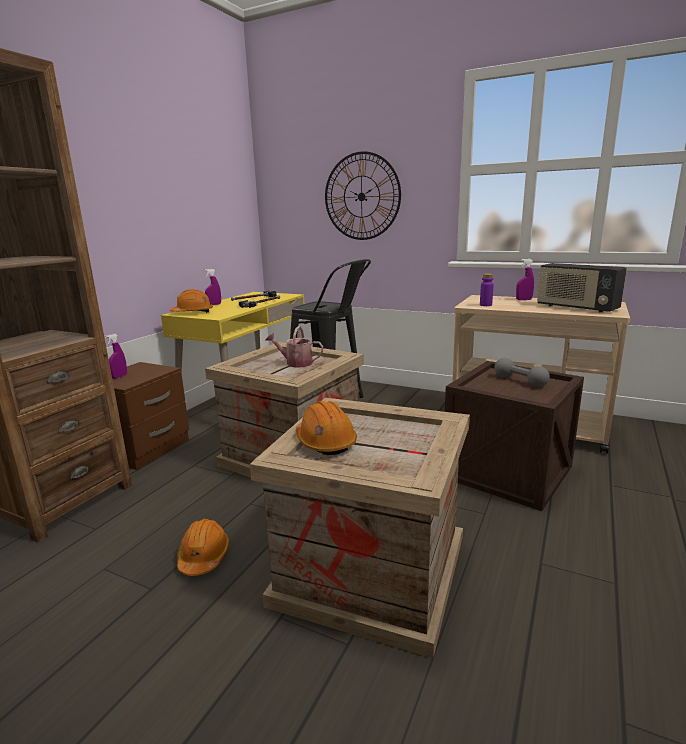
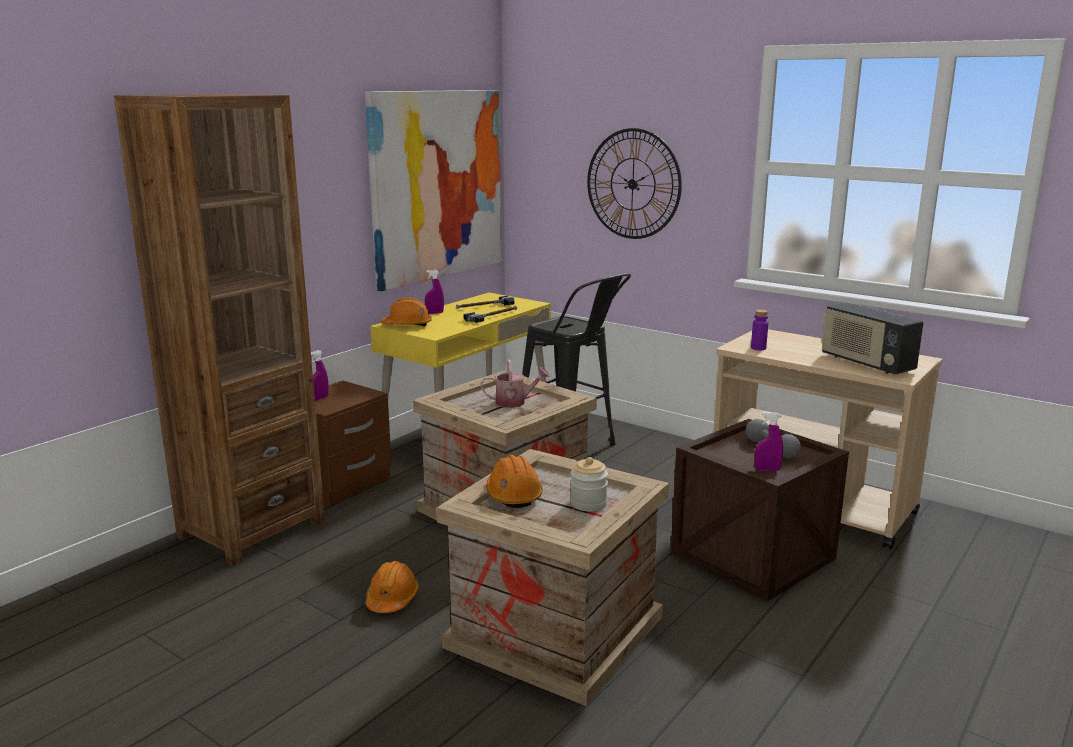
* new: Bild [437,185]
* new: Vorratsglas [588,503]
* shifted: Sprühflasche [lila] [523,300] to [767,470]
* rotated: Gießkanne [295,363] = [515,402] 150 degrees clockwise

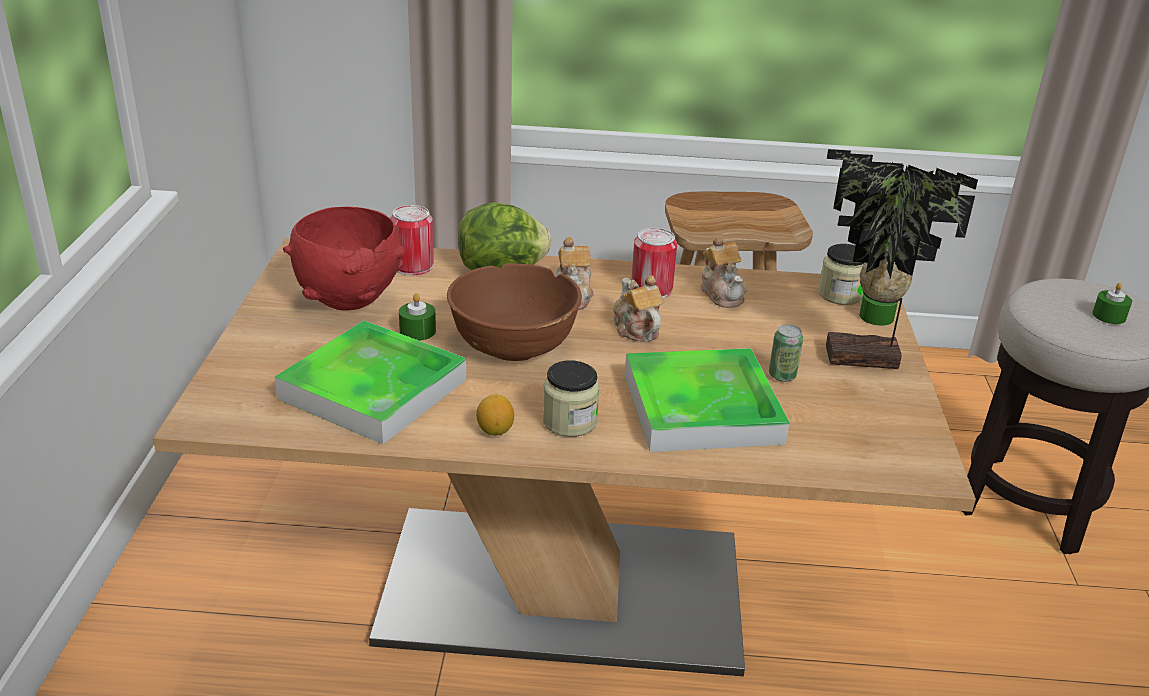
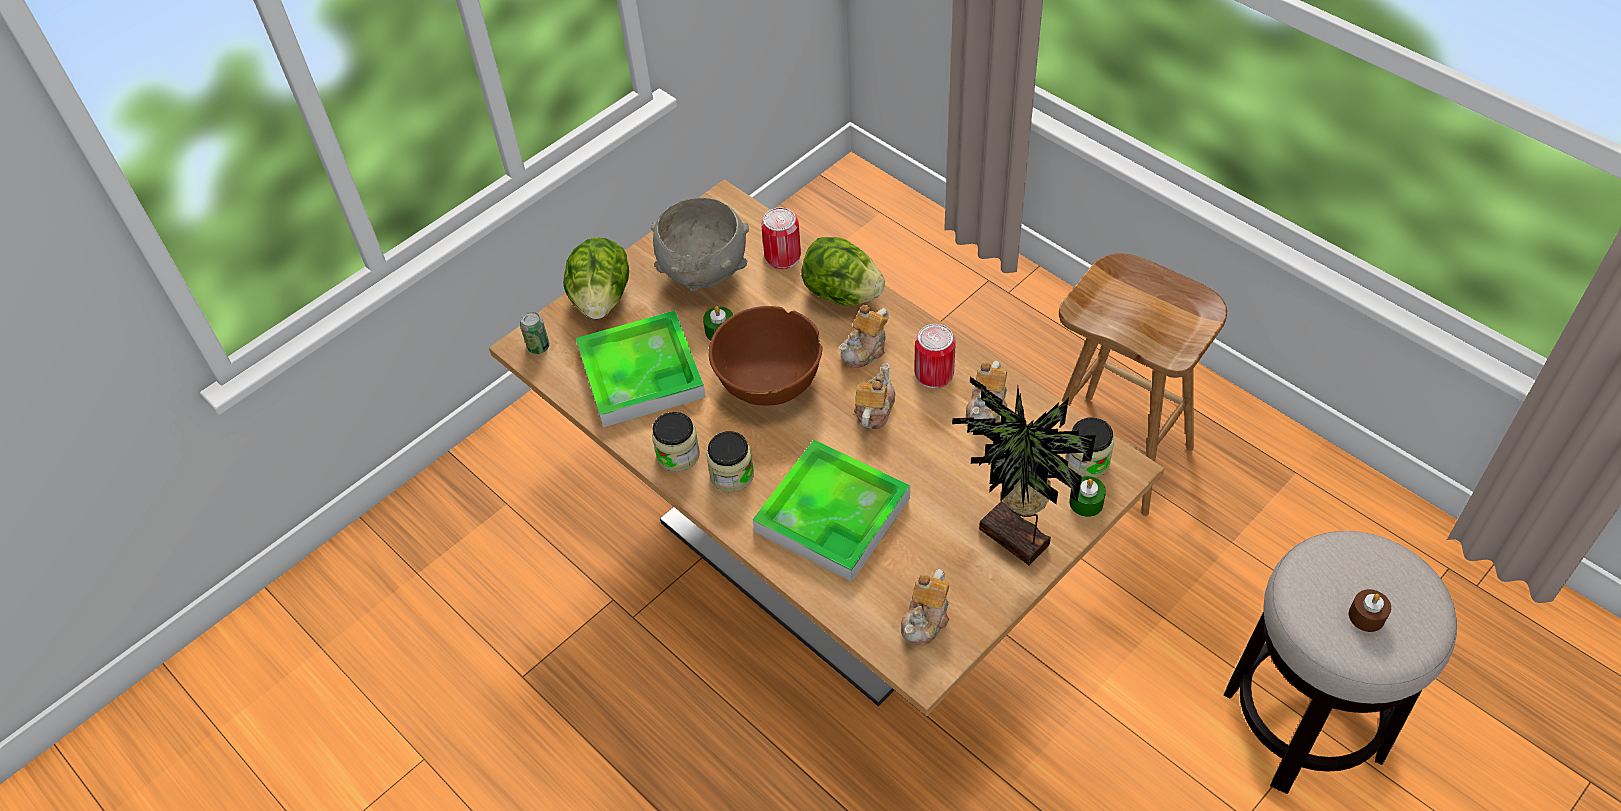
* new: Salatkopf [601,300]
* new: Teekanne [926,619]
* shifted: Dose [782,376] to [538,347]
* swapped: Zitrone [495,430] to Vorratsglas [678,455]
* repainted: Schüssel [rot] [350,301] to Schüssel [grau] [704,275]
* repainted: Kerze [grün] [1109,316] to Kerze [braun] [1366,616]

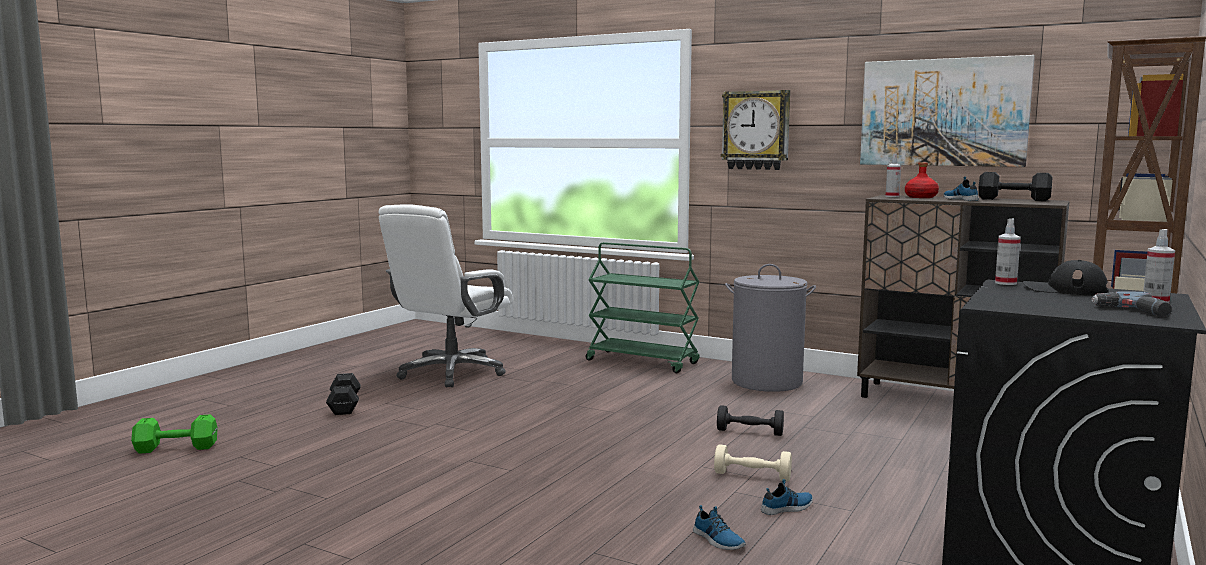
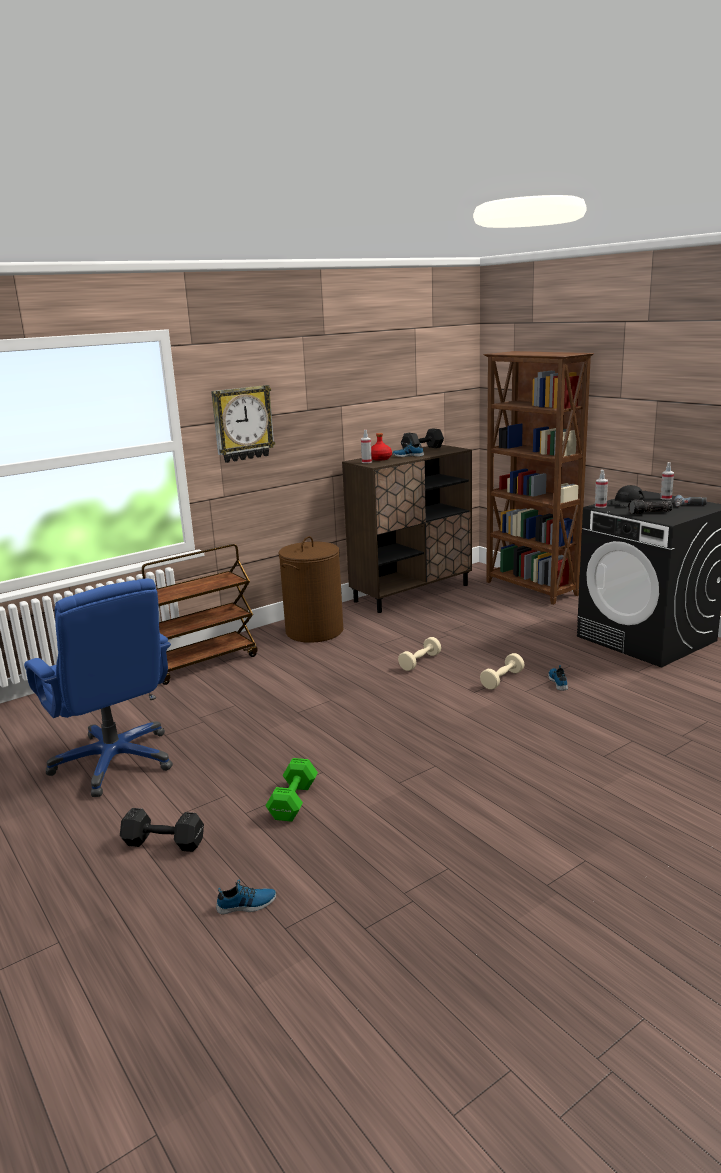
* gone: Bild [943,112]
* new: Taschenlampe [649,513]
* shifted: Hantel [grün] [174,448] to [292,802]
* shifted: Schuh [717,540] to [246,905]
* repainted: Bürostuhl [weiß] [451,373] to Bürostuhl [blau] [115,761]
* repainted: Rollwagen [grün] [643,362] to Rollwagen [braun] [203,662]
* repainted: Hantel [schwarz] [750,432] to Hantel [beige] [420,662]
* repainted: Wäschekorb [grau] [767,381] to Wäschekorb [braun] [314,631]

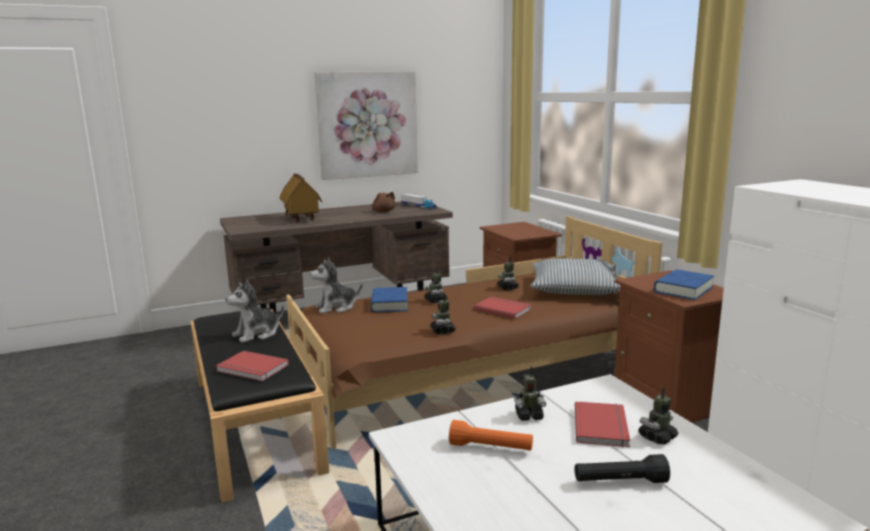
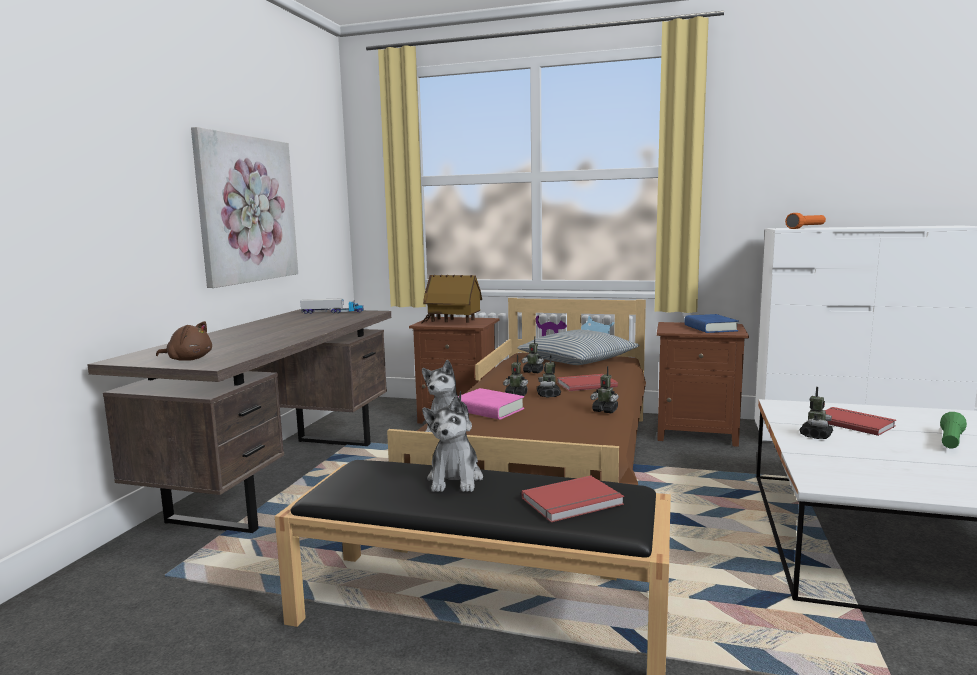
* shifted: Spielzeughaus [301,219] to [453,322]
* shifted: Plüschtier [braun] [383,211] to [188,359]
* shifted: Taschenlampe [orange] [491,448] to [806,228]
* shifted: Spielzeugroboter [657,437] to [548,395]
* repainted: Buch [blau] [389,304] to Buch [rosa] [488,410]
* repainted: Taschenlampe [schwarz] [620,482] to Taschenlampe [grün] [950,442]

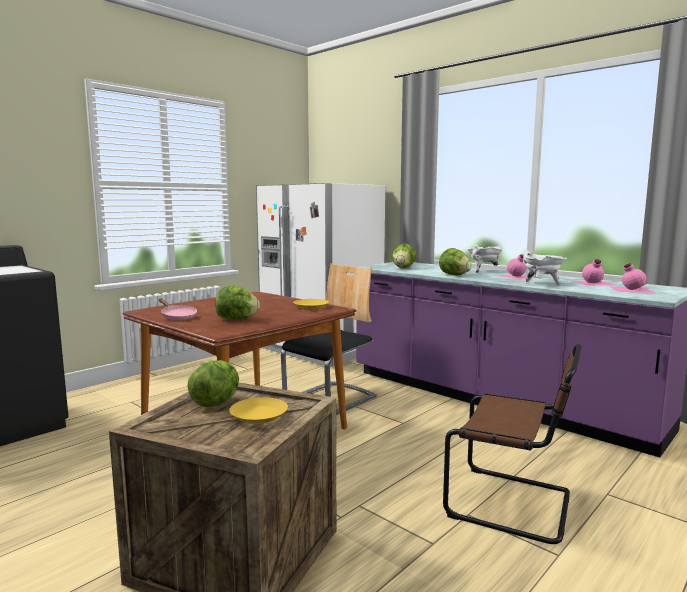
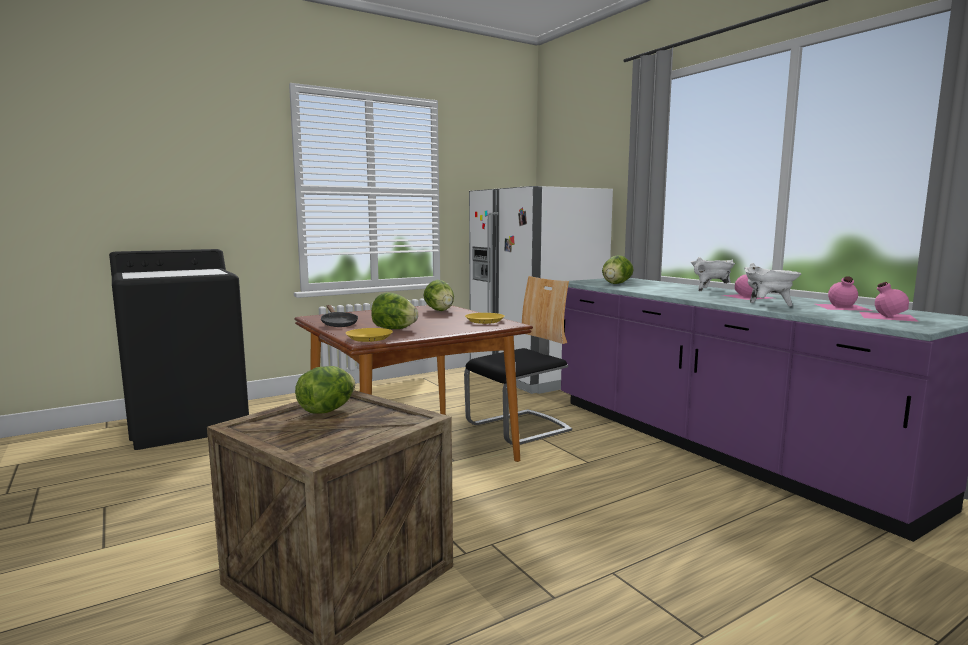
* gone: Stuhl [braun] [514,505]
* shifted: Teller [gelb] [258,415] to [369,338]
* shifted: Salatkopf [454,275] to [440,310]
* repainted: Pfanne [rosa] [177,317] to Pfanne [schwarz] [338,324]

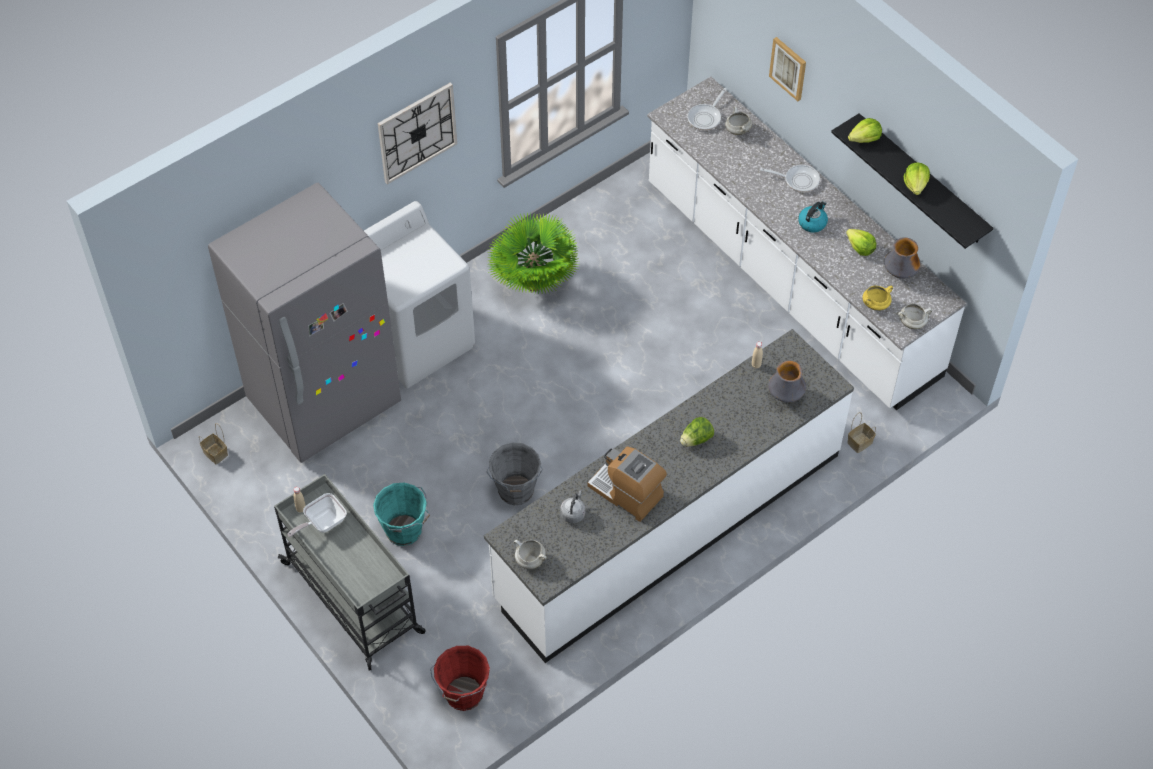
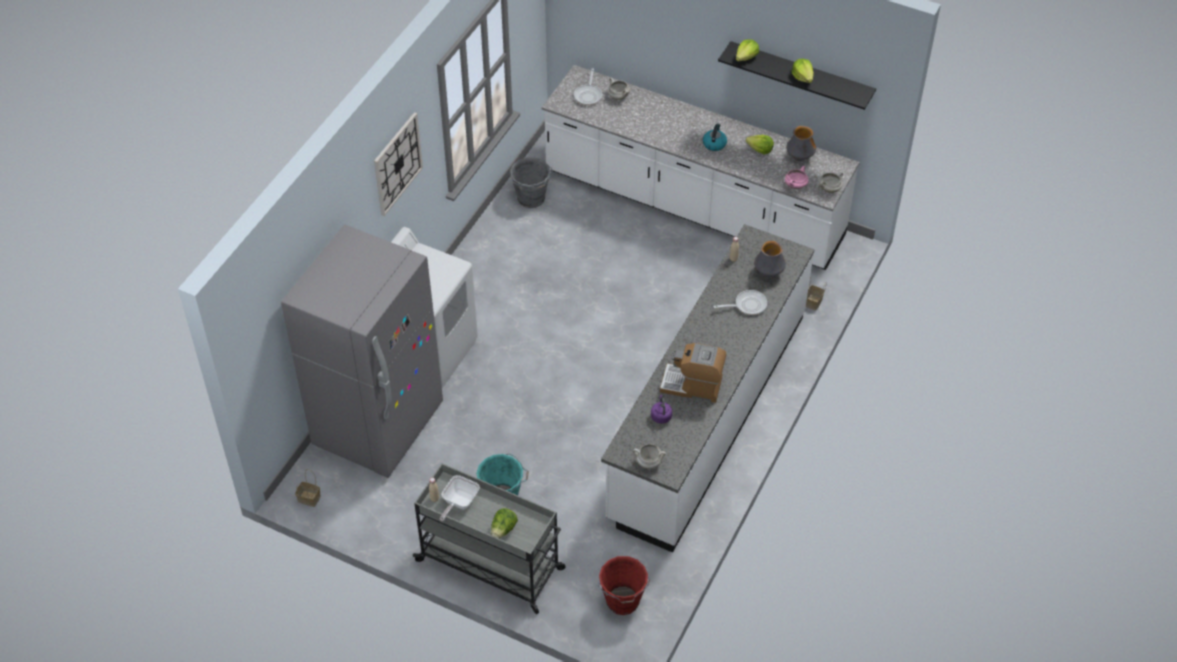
* gone: Topfpflanze [534,281]
* gone: Bild [788,68]
* shifted: Eimer [grau] [516,492] to [531,199]
* shifted: Salatkopf [696,439] to [503,530]
* shifted: Pfanne [798,180] to [747,305]
* repainted: Wasserkessel [grau] [573,513] to Wasserkessel [lila] [661,416]
* repainted: Kochtopf [gelb] [875,304] to Kochtopf [rosa] [795,185]

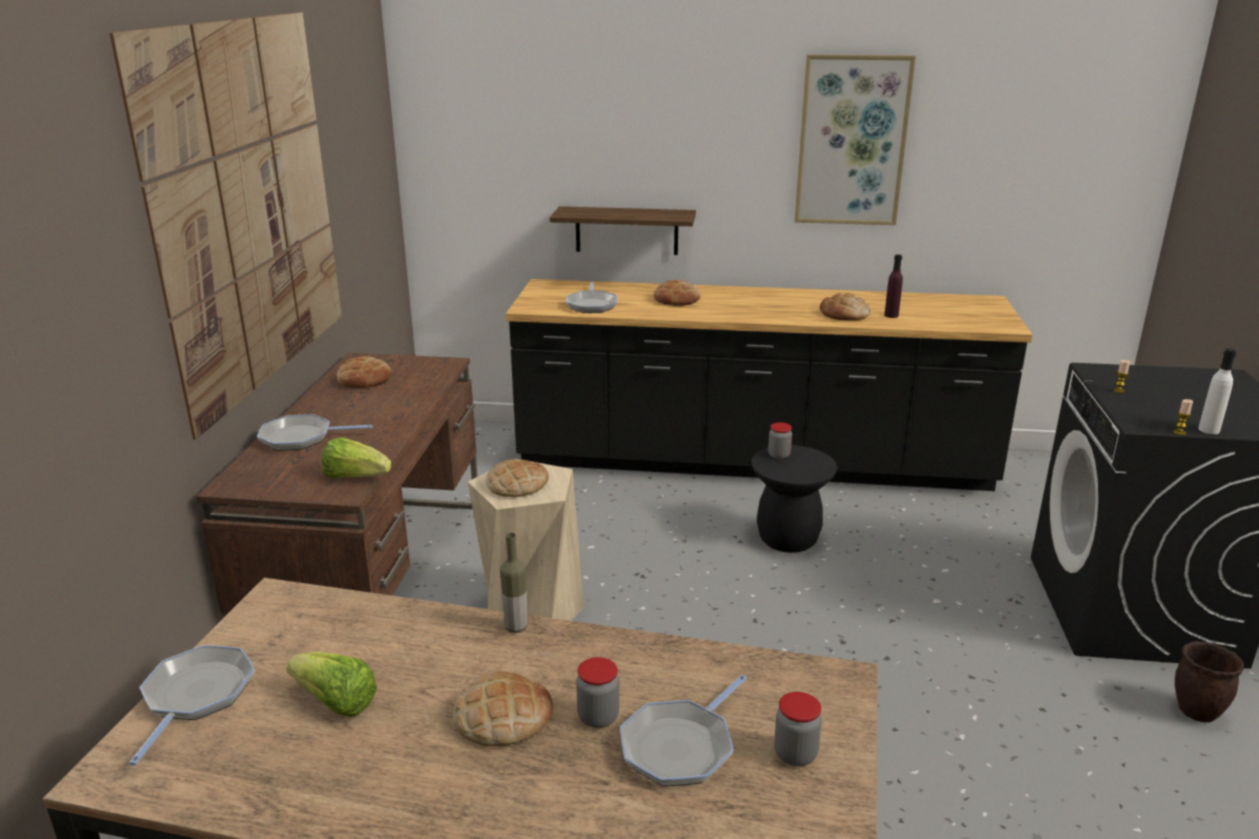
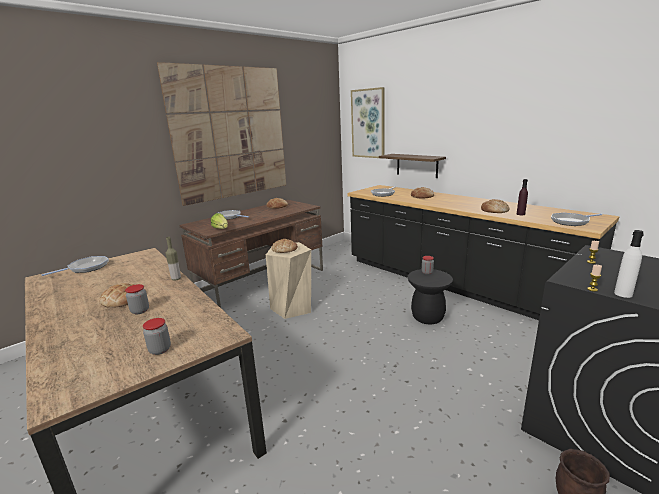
* gone: Salatkopf [335,702]
* shifted: Pfanne [680,746] to [571,221]
* shifted: Bild [852,141] to [368,124]

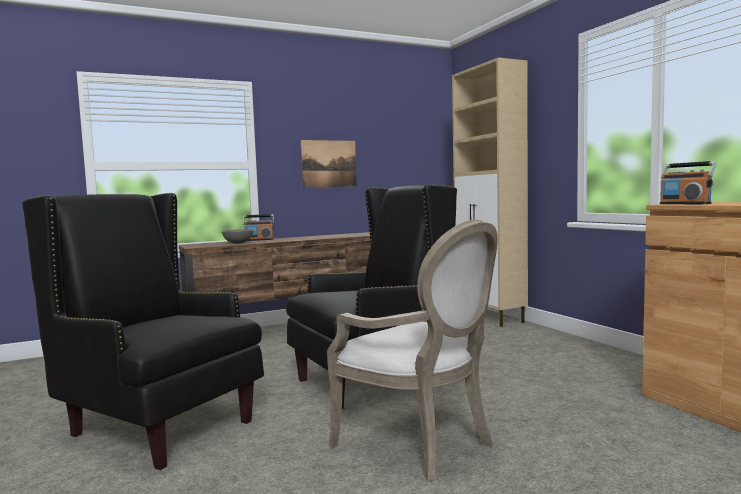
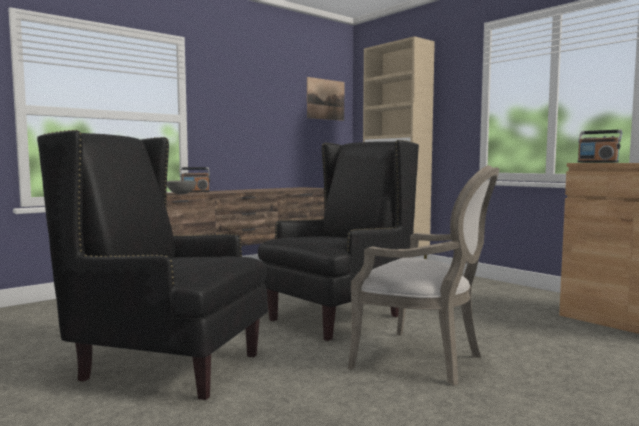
* shifted: Bild [329,163] to [325,99]

